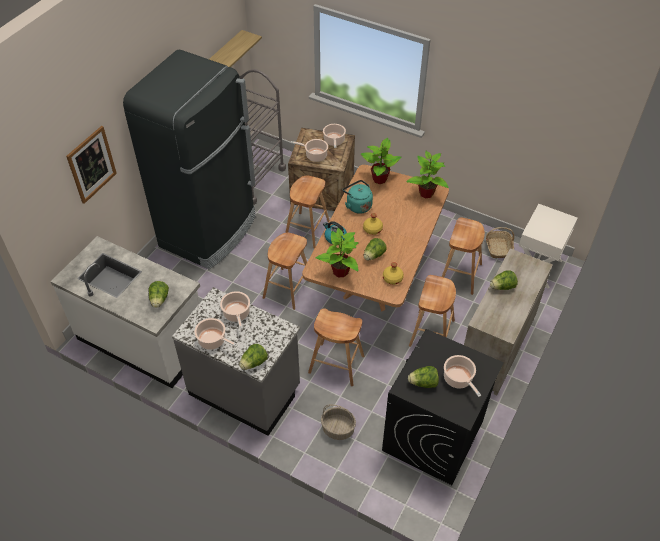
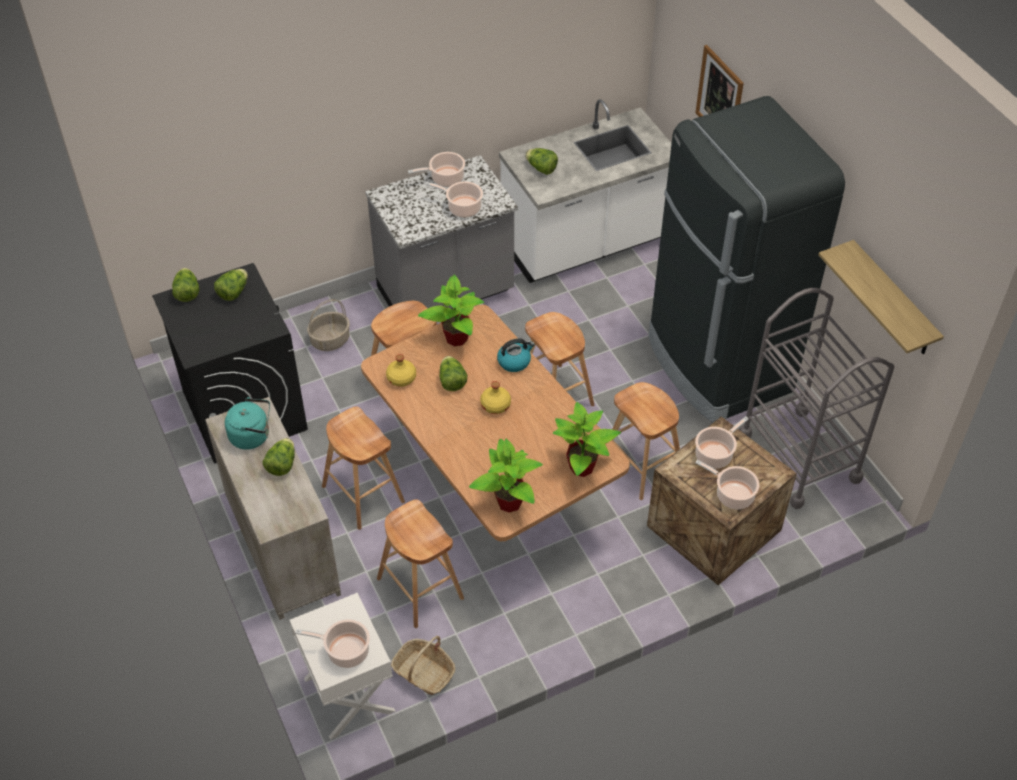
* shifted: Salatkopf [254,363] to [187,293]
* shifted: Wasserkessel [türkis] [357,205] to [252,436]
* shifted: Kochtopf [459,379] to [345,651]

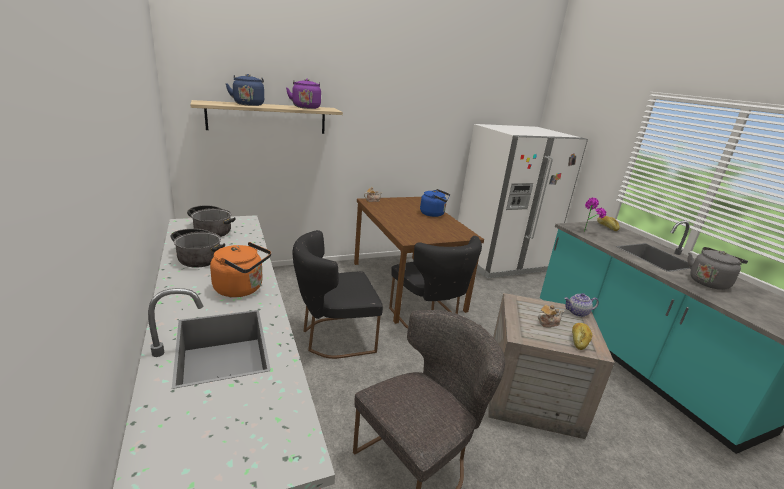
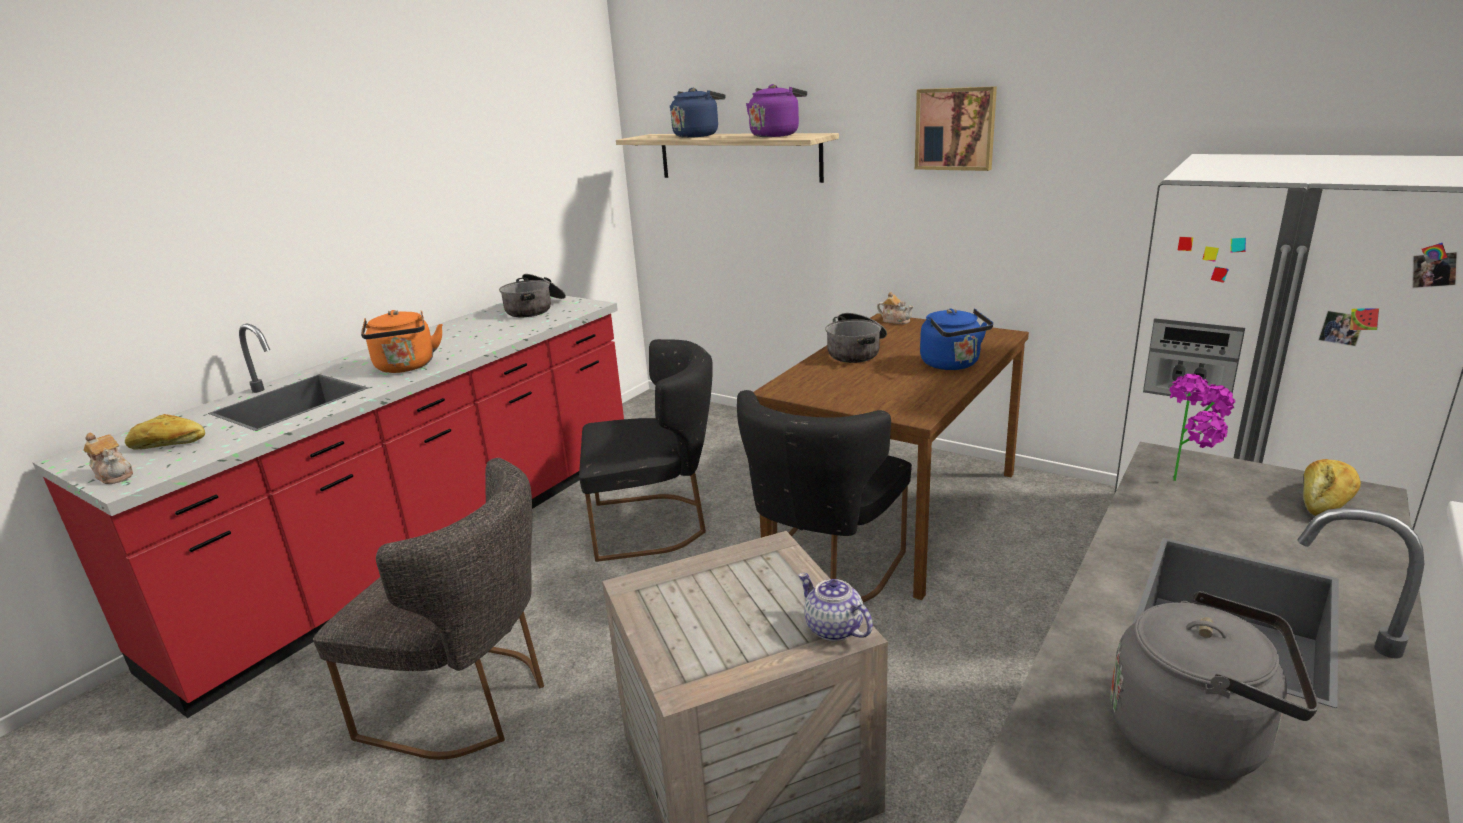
* new: Bild [955,129]
* shifted: Kochtopf [198,256] to [856,351]
* shifted: Teekanne [548,323] to [115,475]
* shifted: Brot [579,340] to [168,445]
* rotated: Stuhl [schwarz] [334,337] = [655,524] 135 degrees clockwise

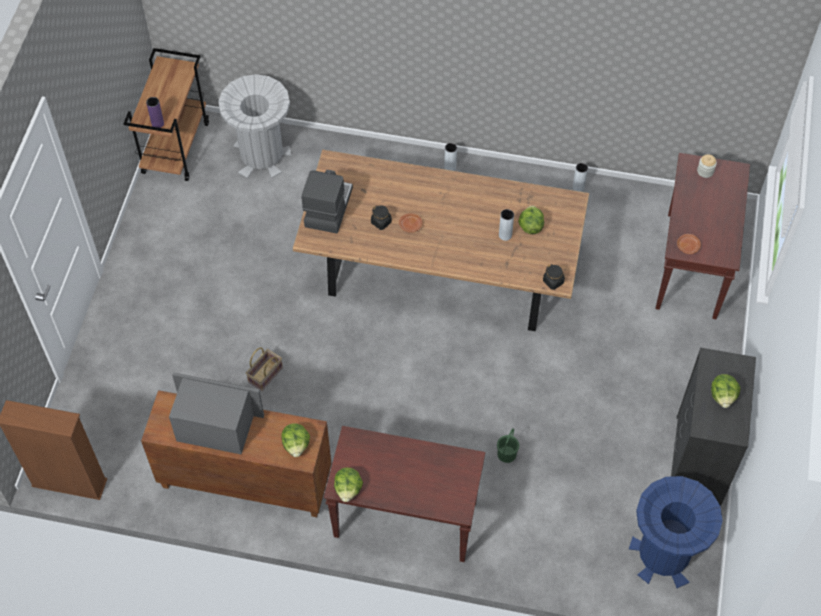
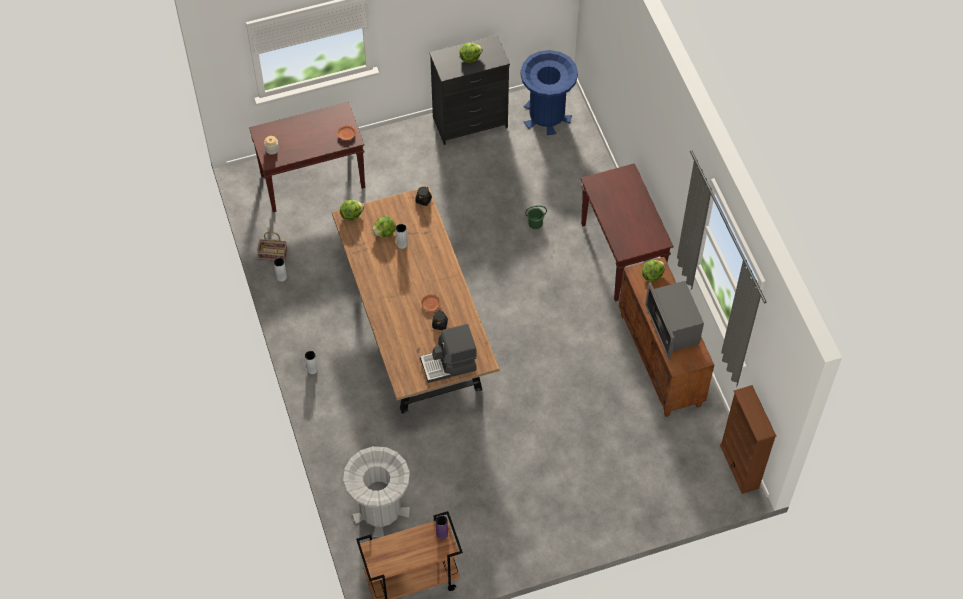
* shifted: Korb [265,376] to [274,254]
* shifted: Salatkopf [348,489] to [351,215]

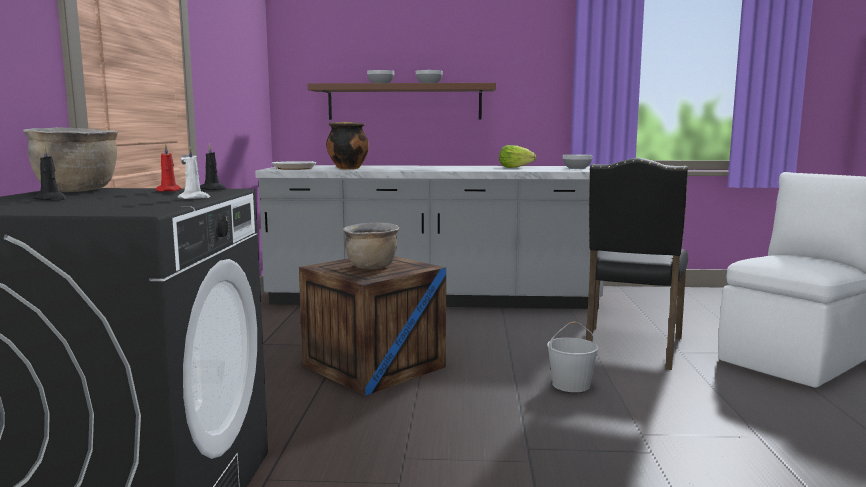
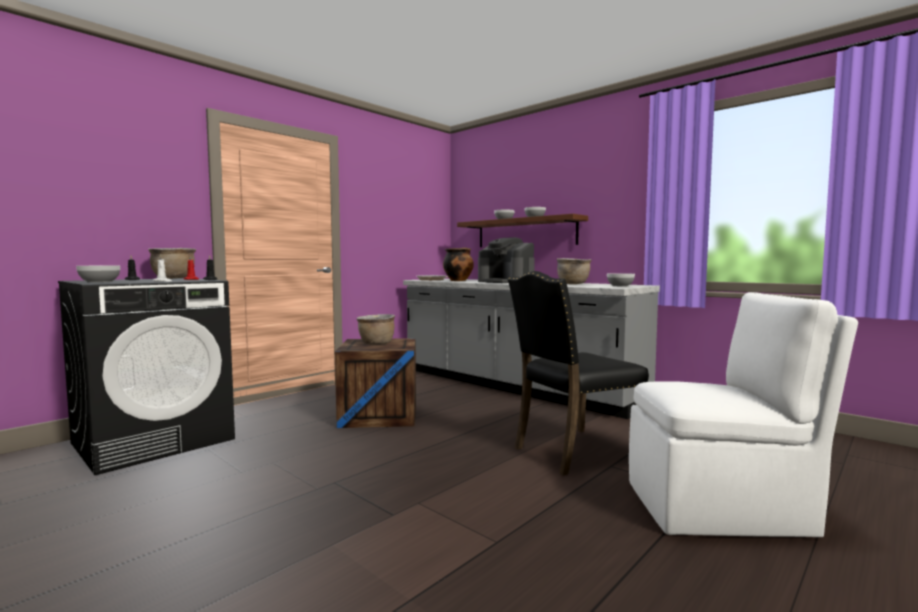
* gone: Eimer [weiß] [571,384]
* new: Schüssel [99,282]
* new: Kaffeemaschine [506,282]
* swapped: Salatkopf [515,167] to Kochtopf [braun] [573,284]

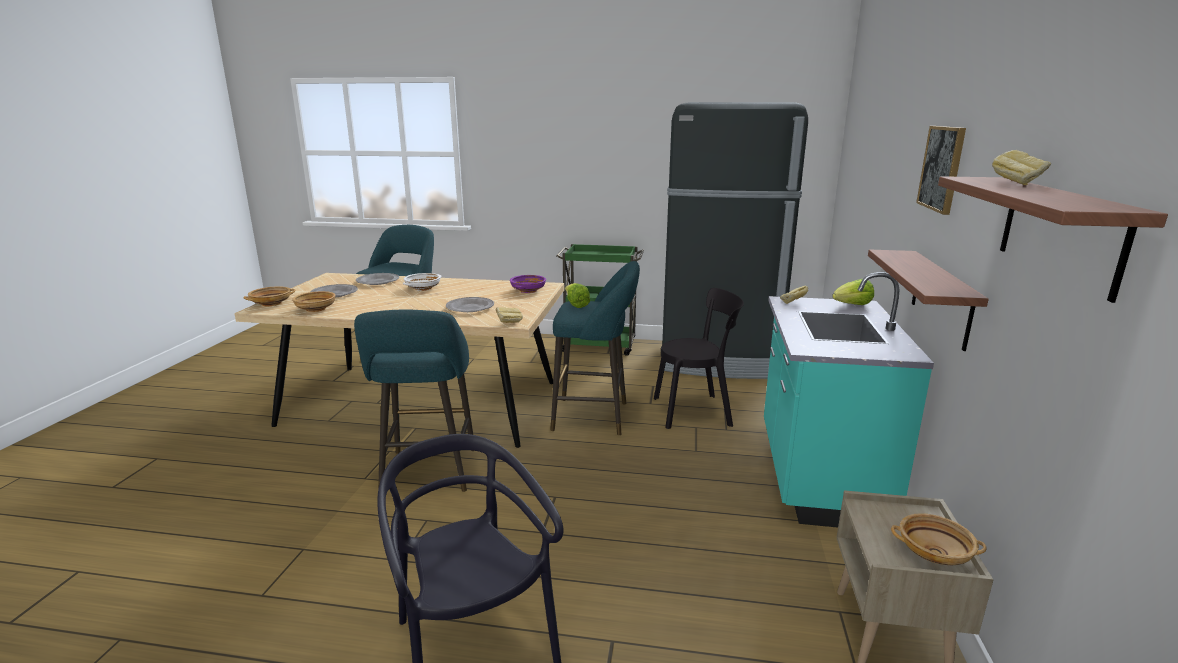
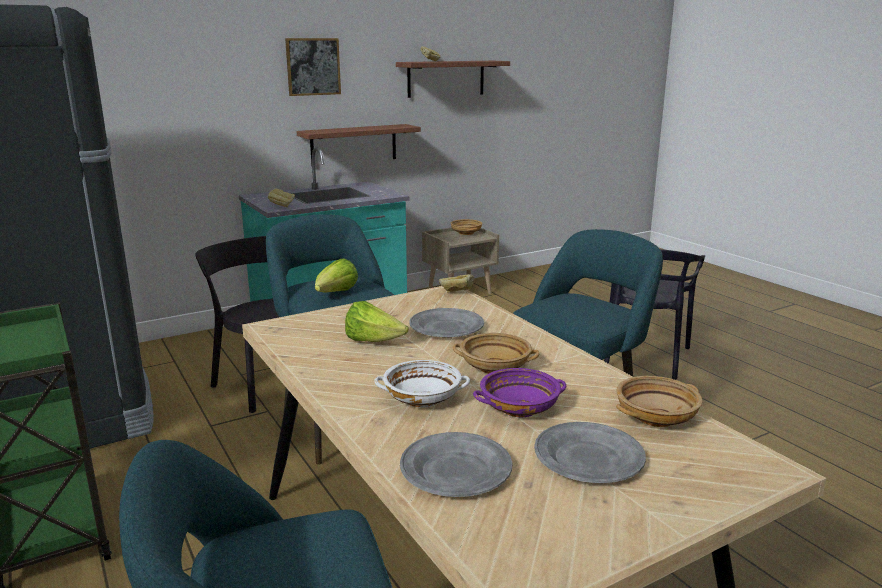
* shifted: Schüssel [beige] [272,303] to [494,367]
* shifted: Schüssel [lila] [528,290] to [519,408]
* shifted: Salatkopf [851,306] to [373,341]

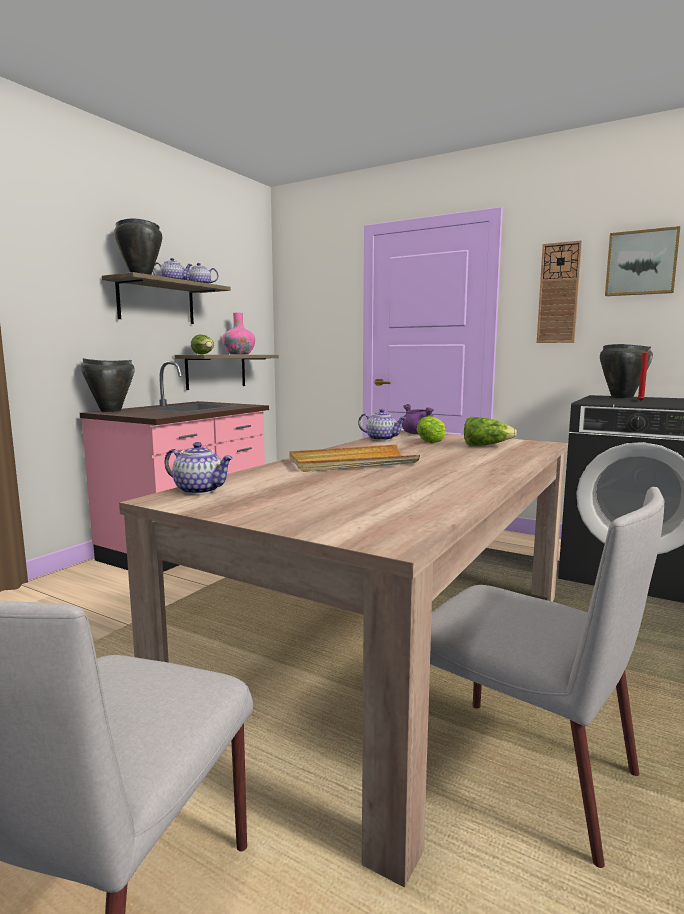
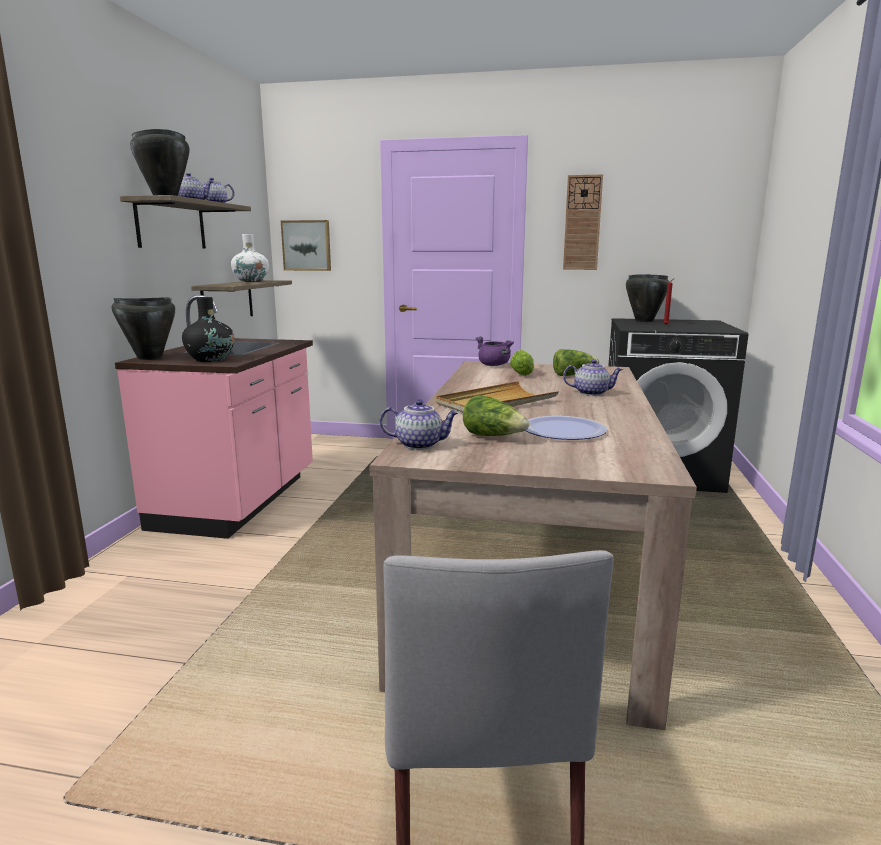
* gone: Stuhl [grau] [521,770]
* new: Vase [schwarz] [210,359]
* new: Teller [563,430]
* shifted: Salatkopf [204,354] to [494,437]
* shifted: Teekanne [382,439] to [591,393]
* shifted: Bild [641,263] to [307,245]
* repainted: Vase [rosa] [239,354] to Vase [weiß] [251,281]

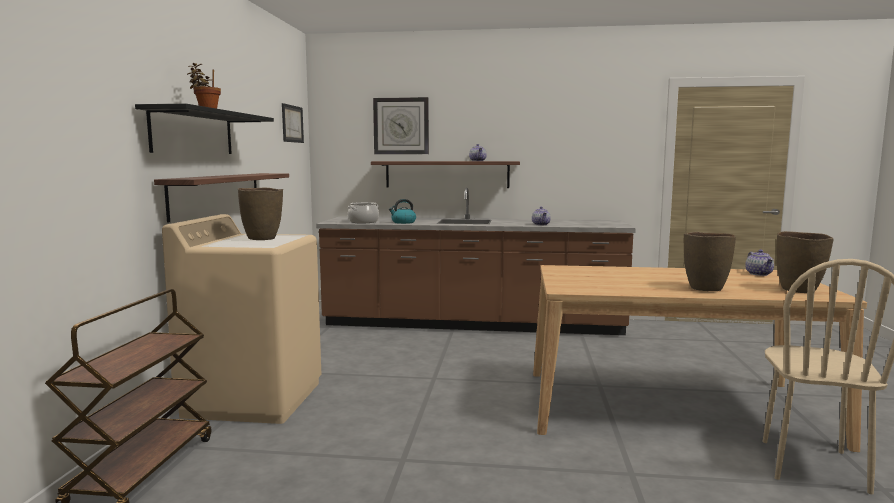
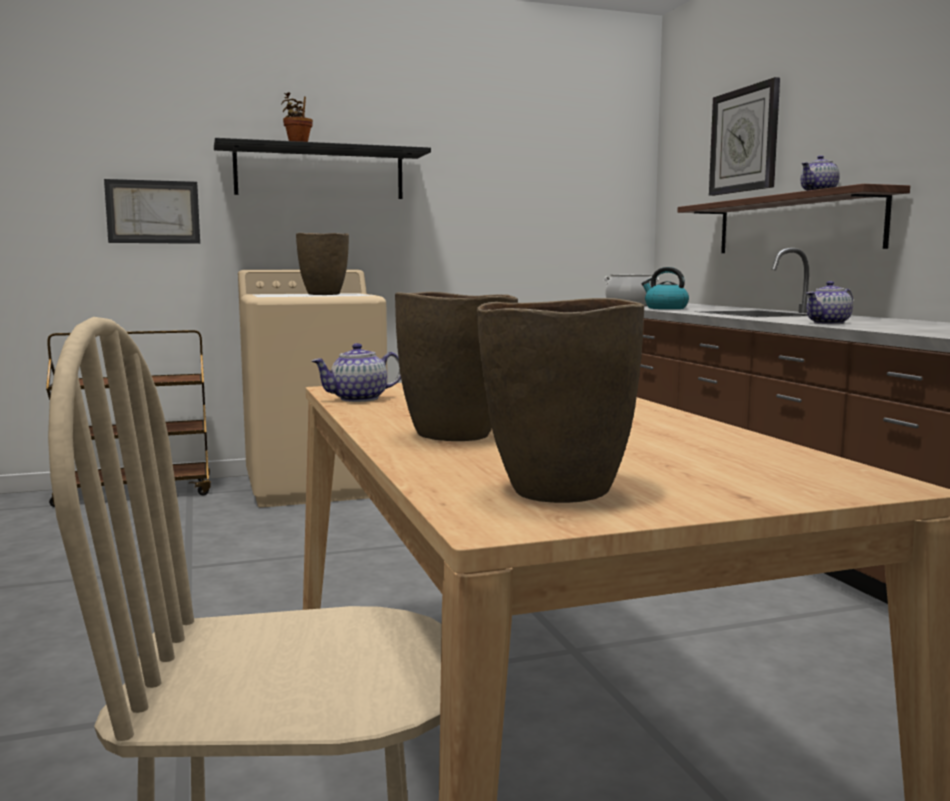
* gone: Wandregal [217,194]
* shifted: Bild [292,124] to [153,212]
* shifted: Teekanne [759,274] to [358,399]

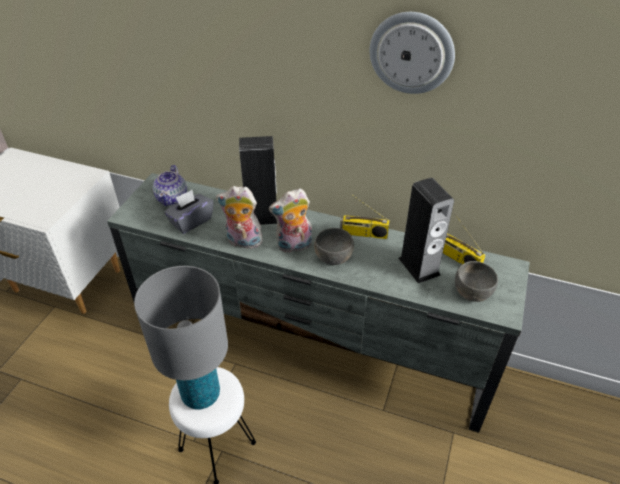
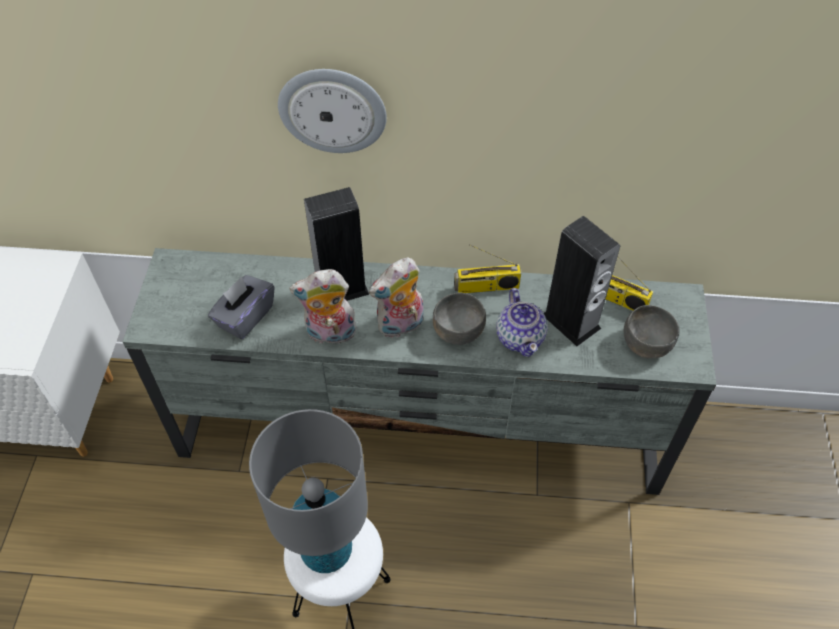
* shifted: Teekanne [172,198] to [520,337]
* shifted: Wanduhr [411,53] to [332,110]

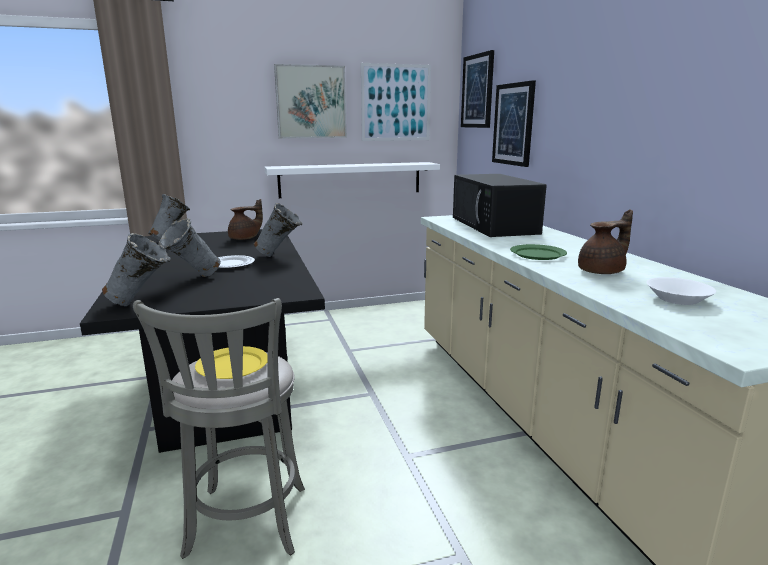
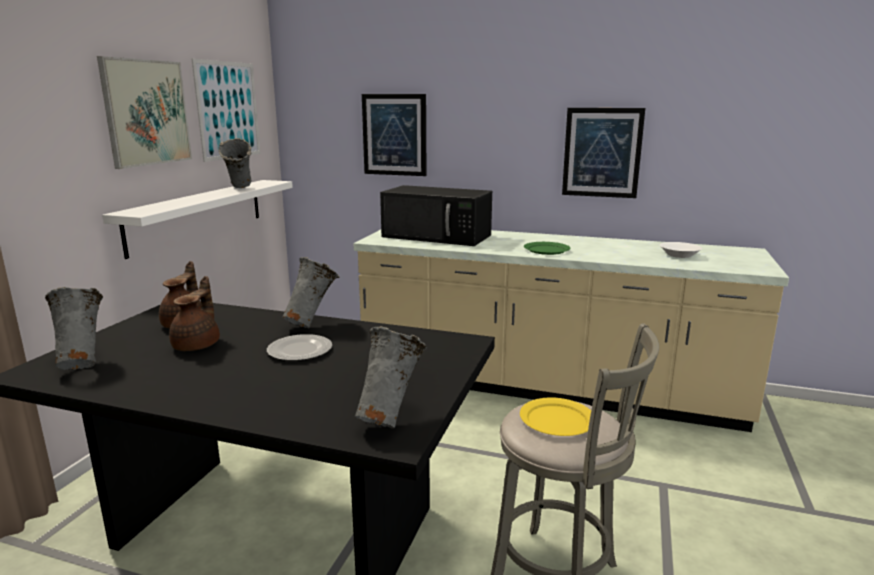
* shifted: Vase [grau] [192,279] to [240,189]
* shifted: Bild [477,91] to [602,152]
* shifted: Teekanne [braun] [602,271] to [198,345]

